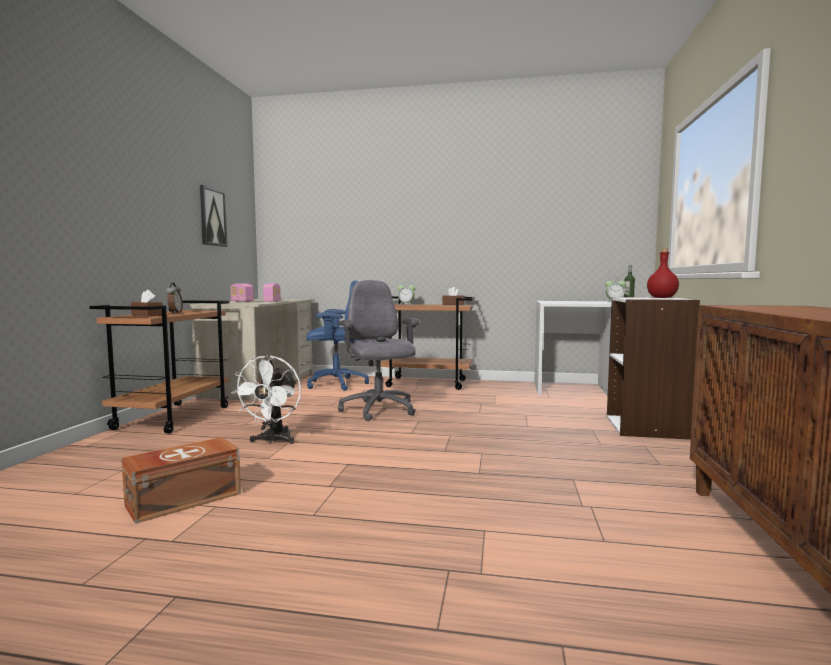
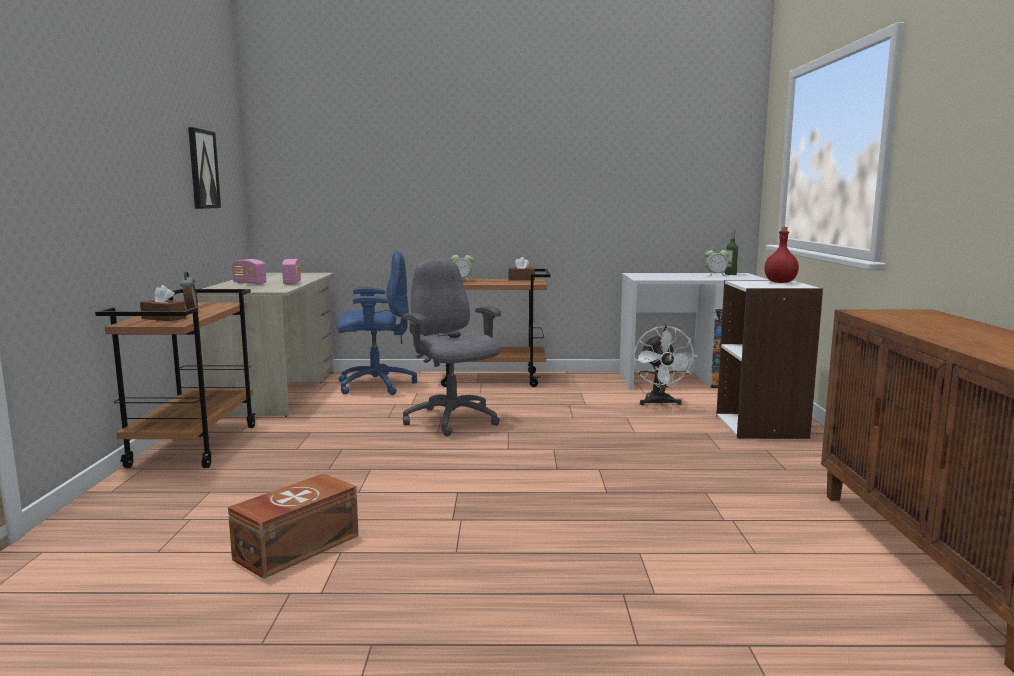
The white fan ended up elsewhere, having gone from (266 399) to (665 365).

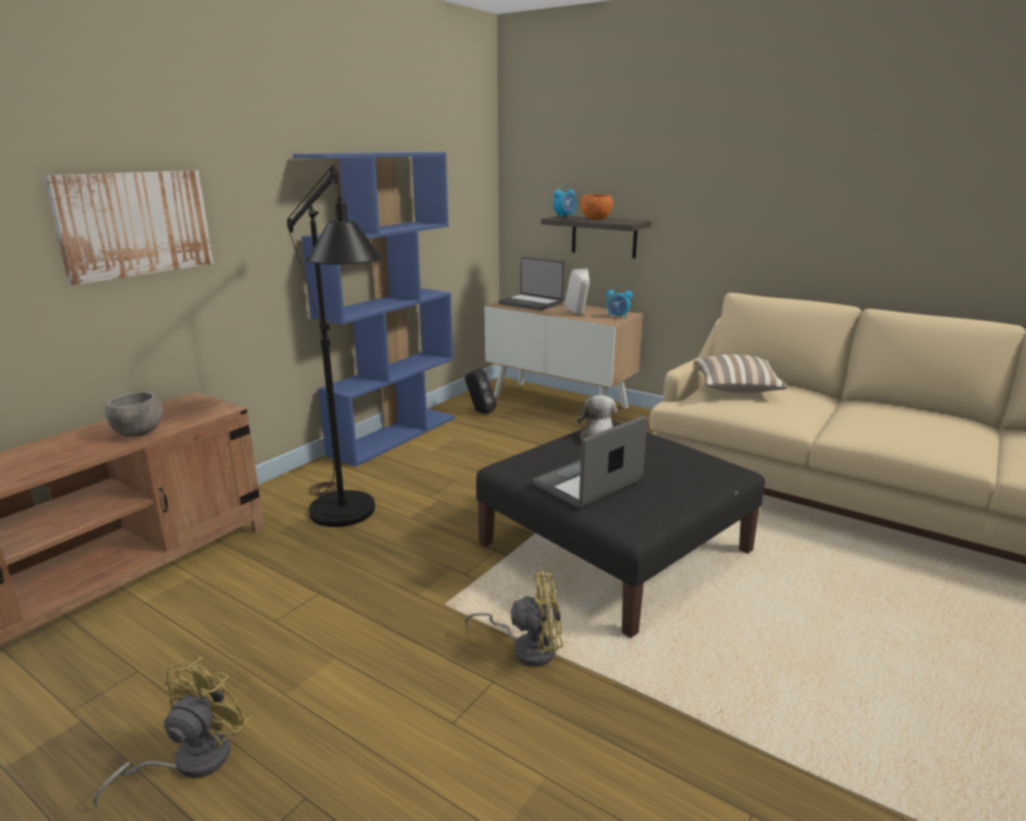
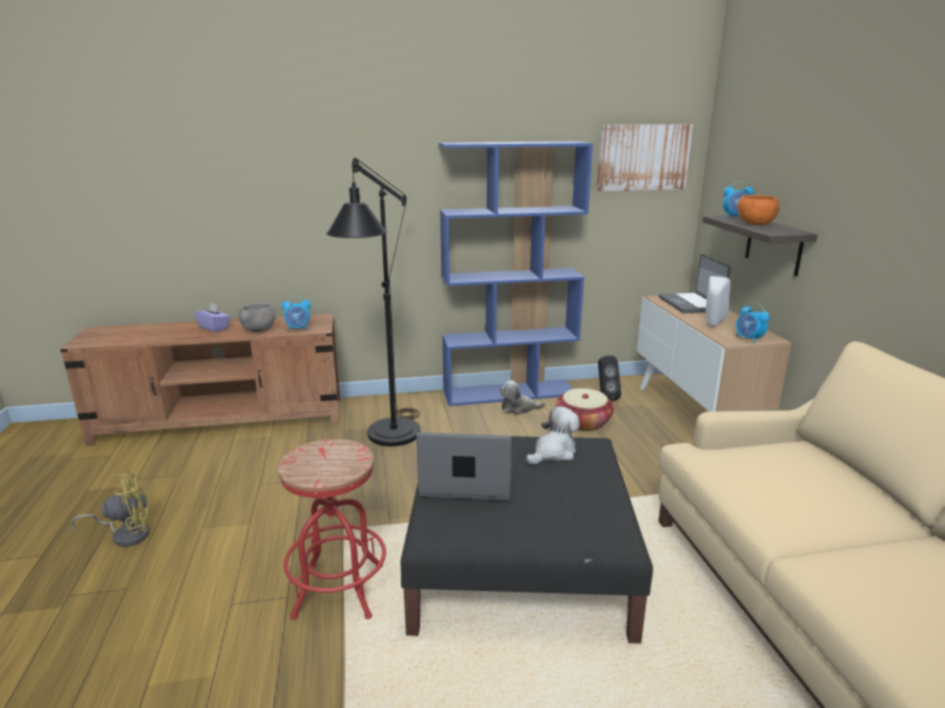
The second view gained the purple tissue box at (212 317). Where the yellow fan stood at (514 618), the red stool came to stand at (332 529). The second view gained the alarm clock at (296 313). The second view gained the plush toy at (522 397). The second view gained the basket at (585 409). The picture ended up elsewhere, having gone from (128 227) to (645 157). The second view lost the pillow at (741 373).

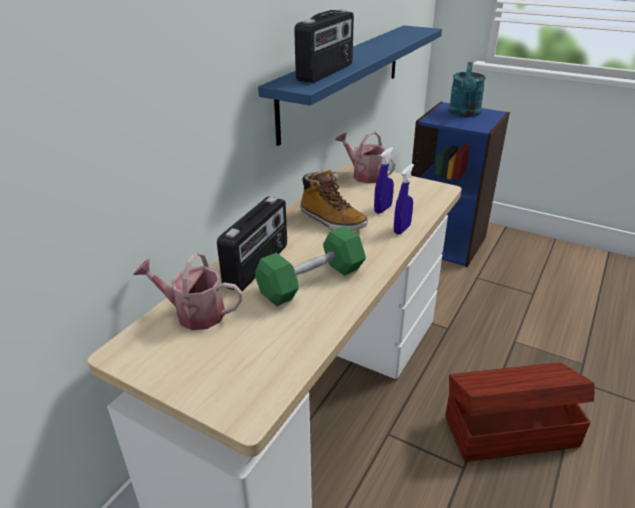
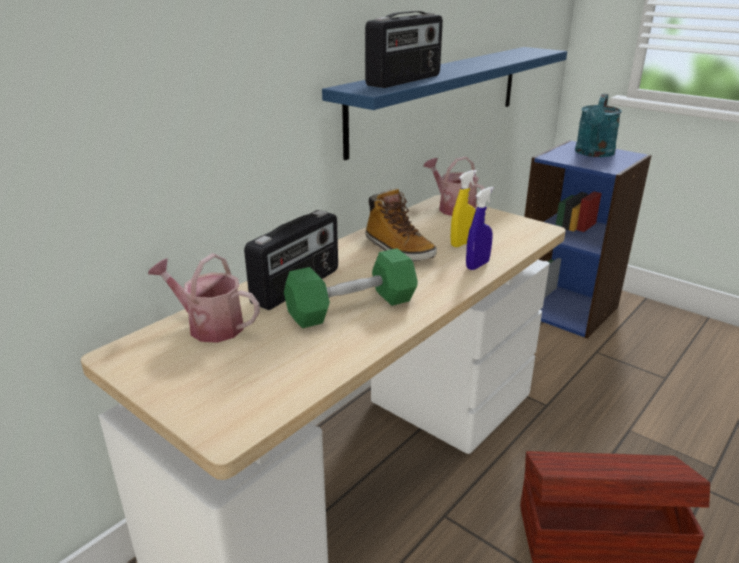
What was the blue spray bottle at (384 180) turned into the yellow spray bottle at (464 208).

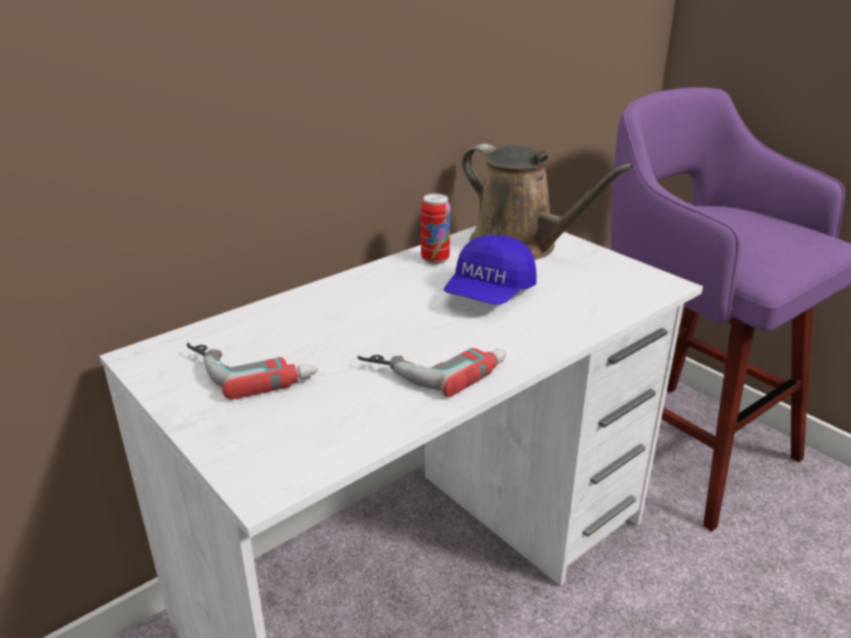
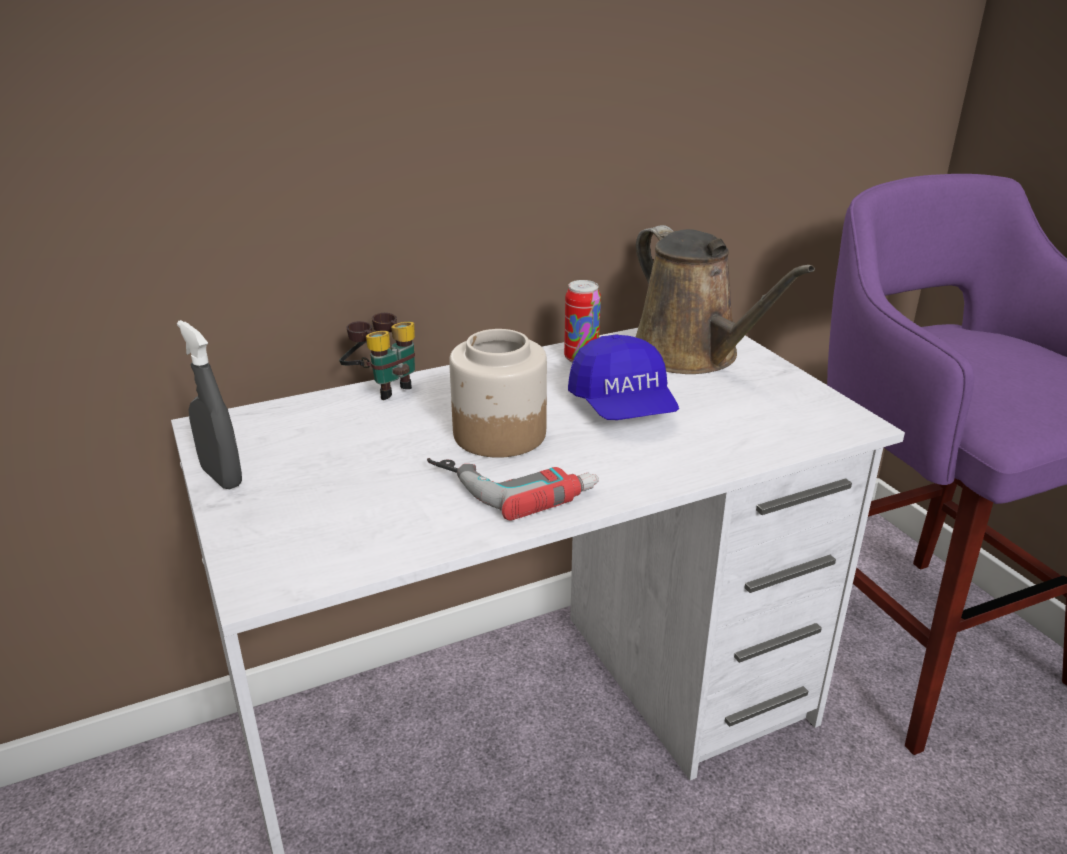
The second view gained the grey spray bottle at (209 404). The second view gained the binoculars at (377 356). The second view gained the jar at (498 393). The blue cap at (490 270) ended up facing another way, 60 degrees counterclockwise from before. The second view lost the power drill at (252 371).

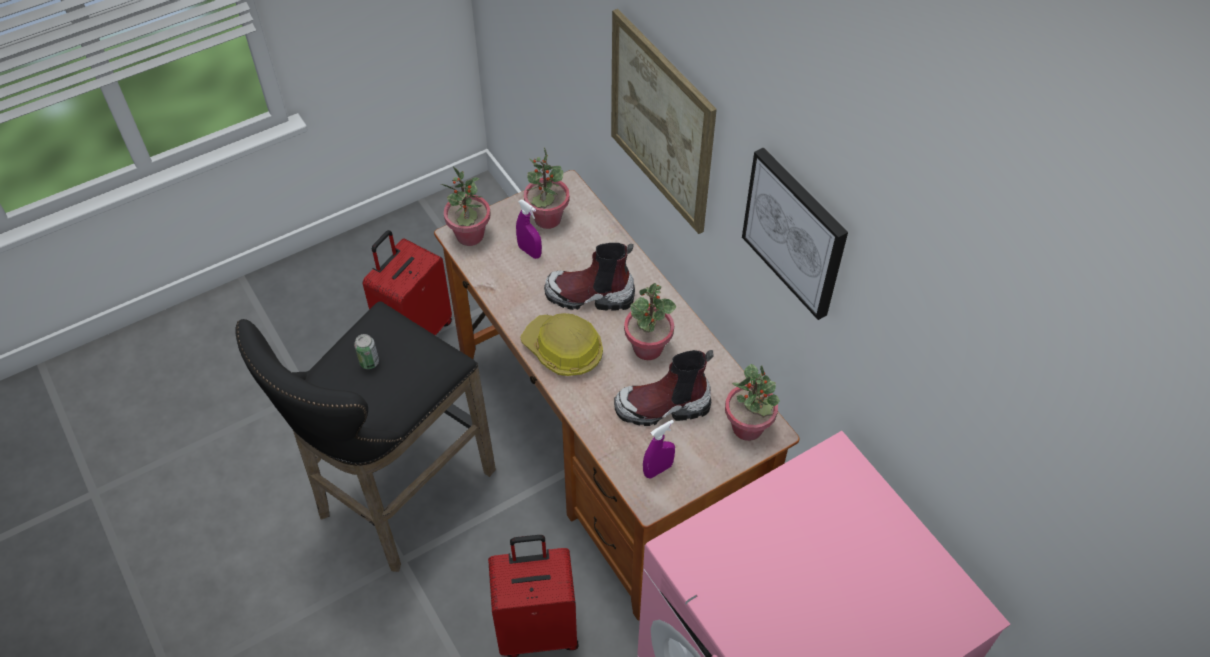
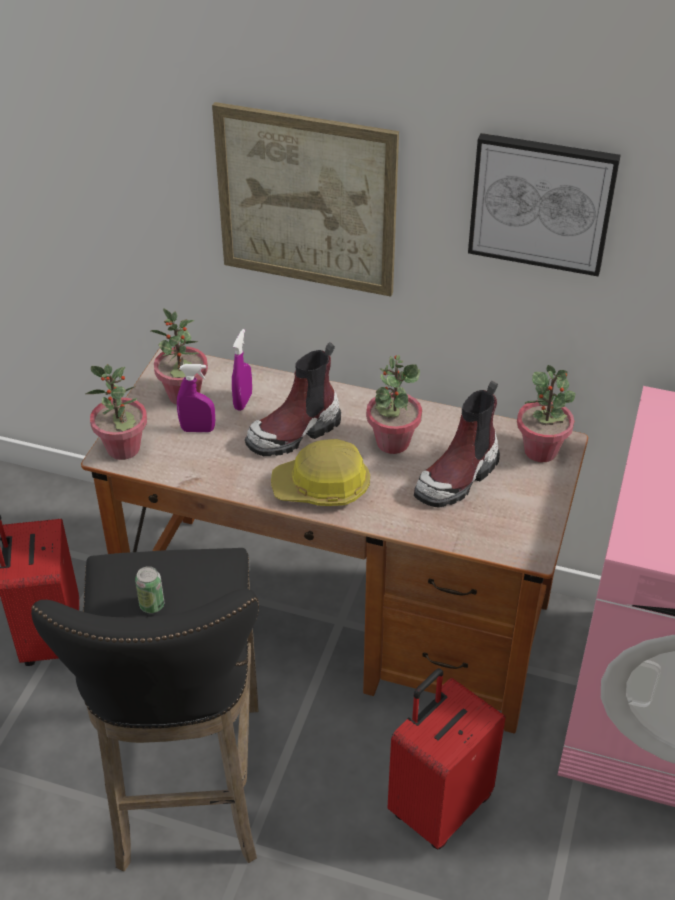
The purple spray bottle ended up elsewhere, having gone from (659 449) to (242 370).

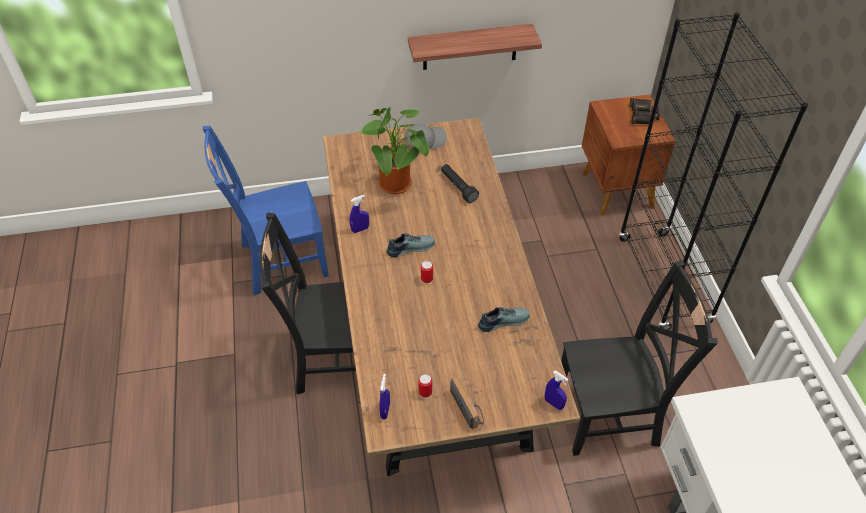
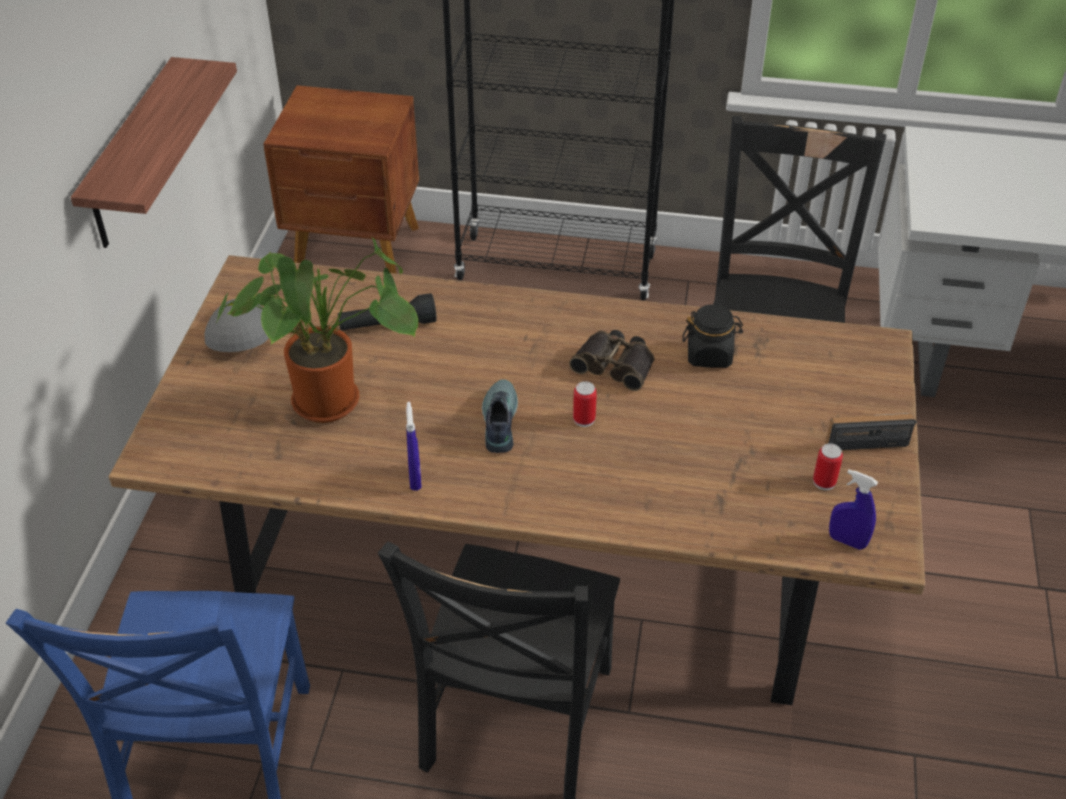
The binoculars ended up elsewhere, having gone from (644 111) to (611 360). Where the shoe stood at (504 319), the black jar came to stand at (713 336). The second view lost the blue spray bottle at (557 390).

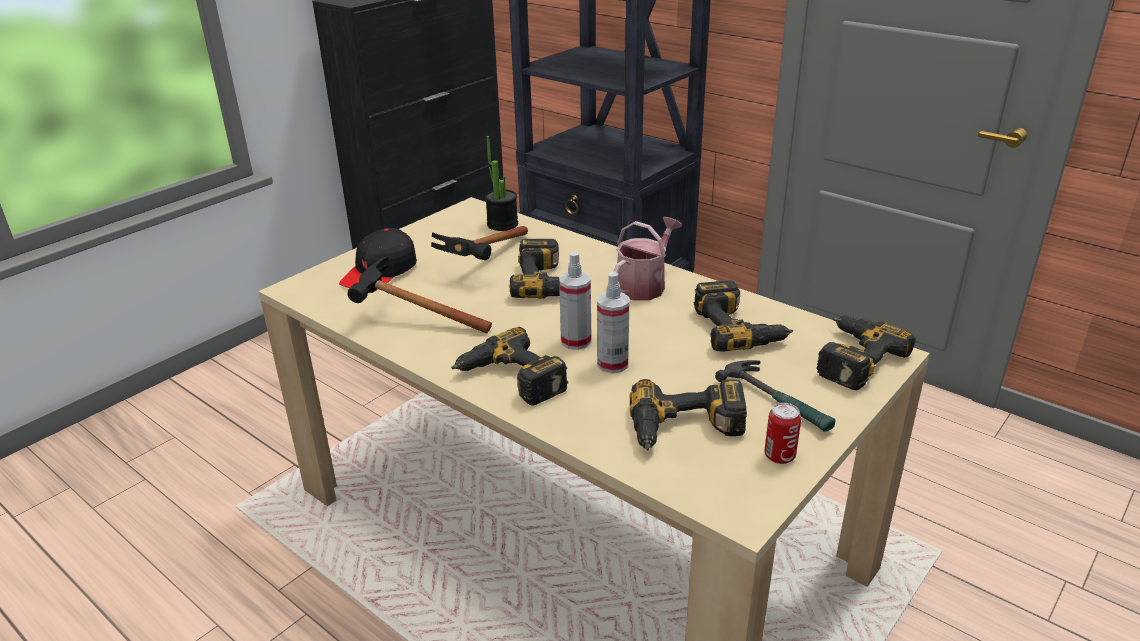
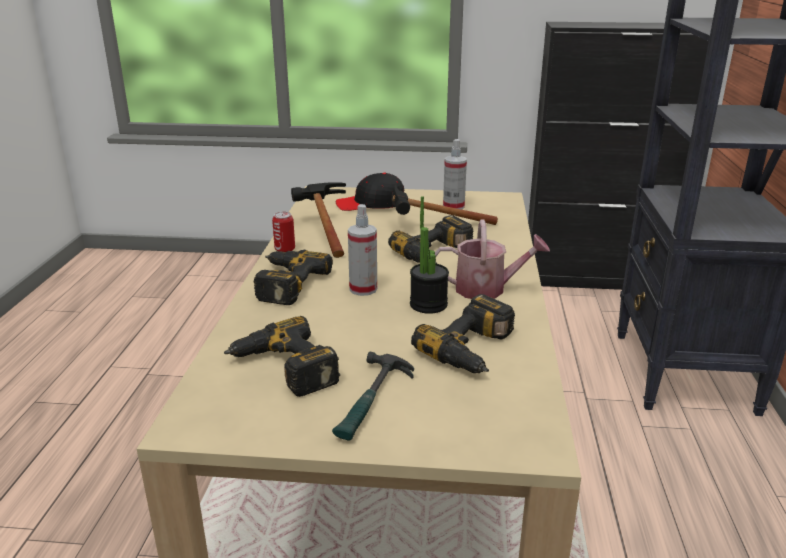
The can ended up elsewhere, having gone from (782 433) to (283 232). The potted plant ended up elsewhere, having gone from (501 183) to (429 255). The spray bottle ended up elsewhere, having gone from (613 322) to (455 174). The second view lost the power drill at (866 352).

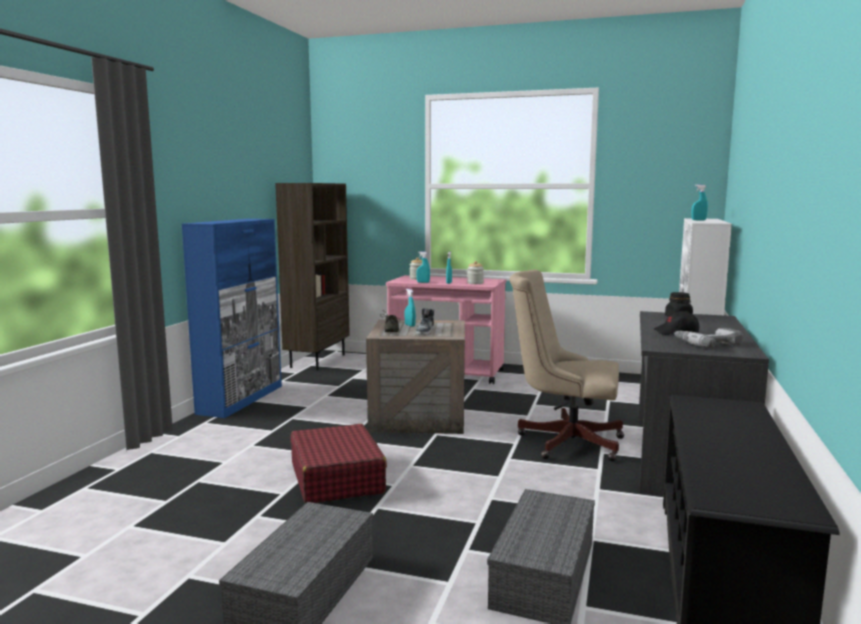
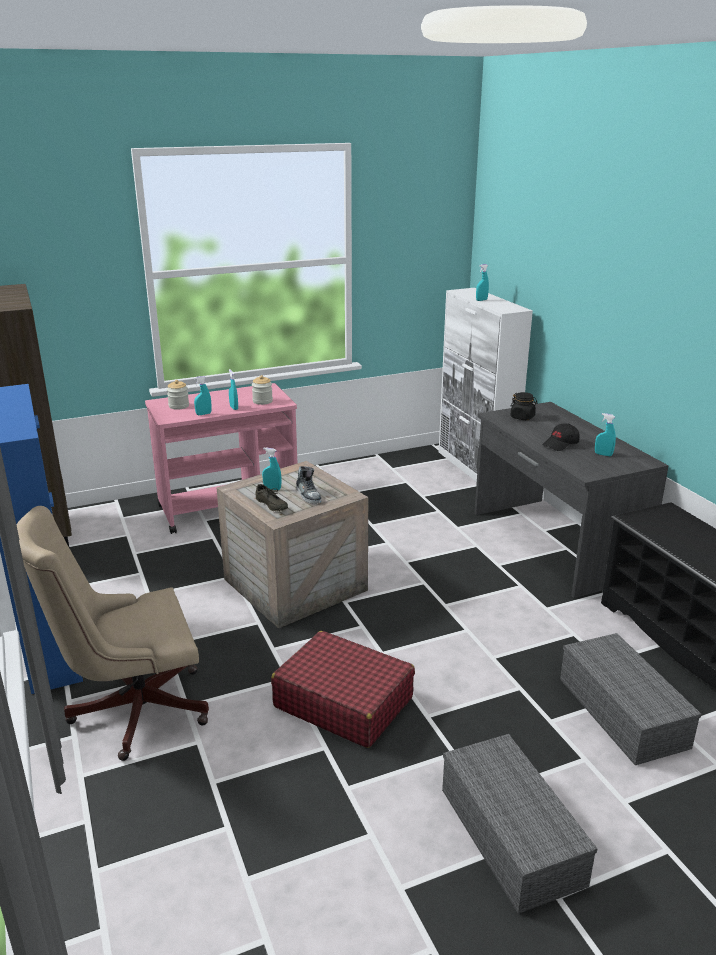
The beige office chair ended up elsewhere, having gone from (567 365) to (112 633). Where the power drill stood at (708 338), the turquoise spray bottle came to stand at (605 434).

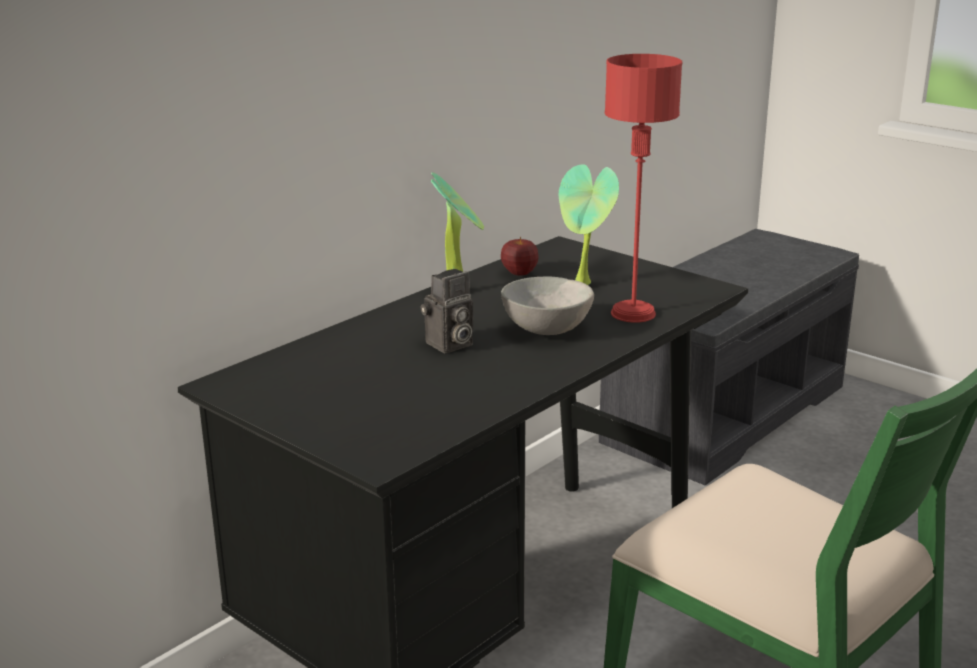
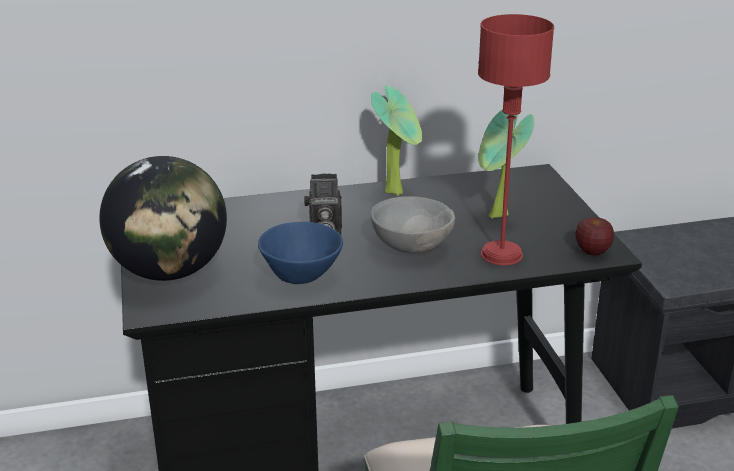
The second view gained the globe at (163 218). The second view gained the blue bowl at (300 253). The apple ended up elsewhere, having gone from (520 256) to (594 236).

